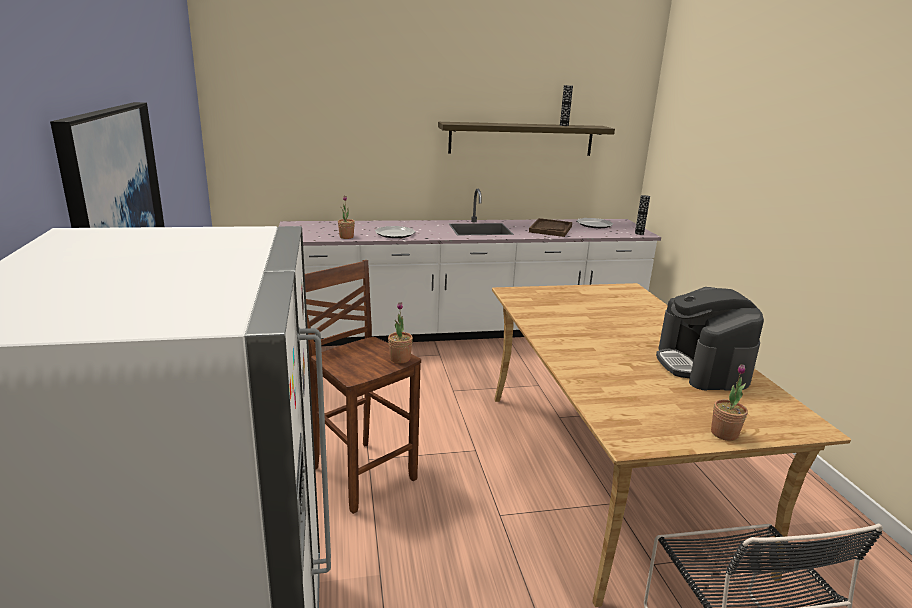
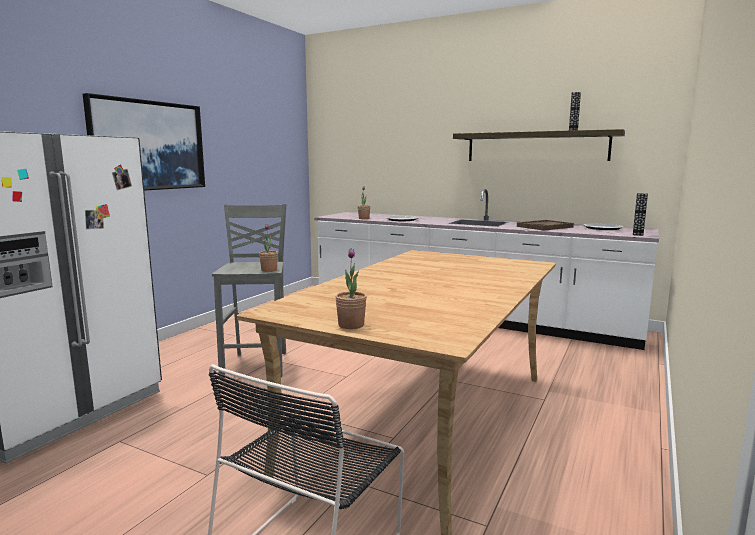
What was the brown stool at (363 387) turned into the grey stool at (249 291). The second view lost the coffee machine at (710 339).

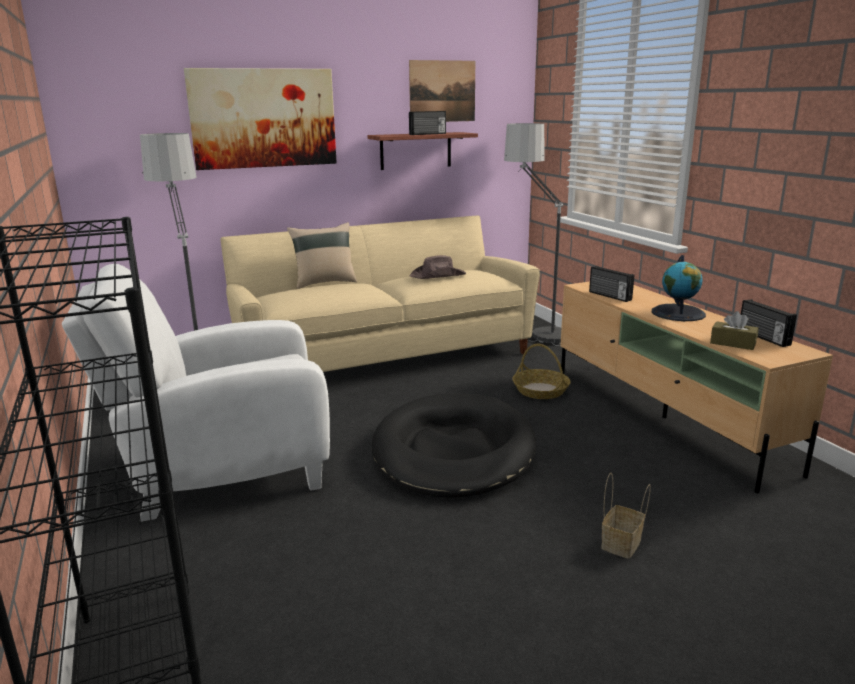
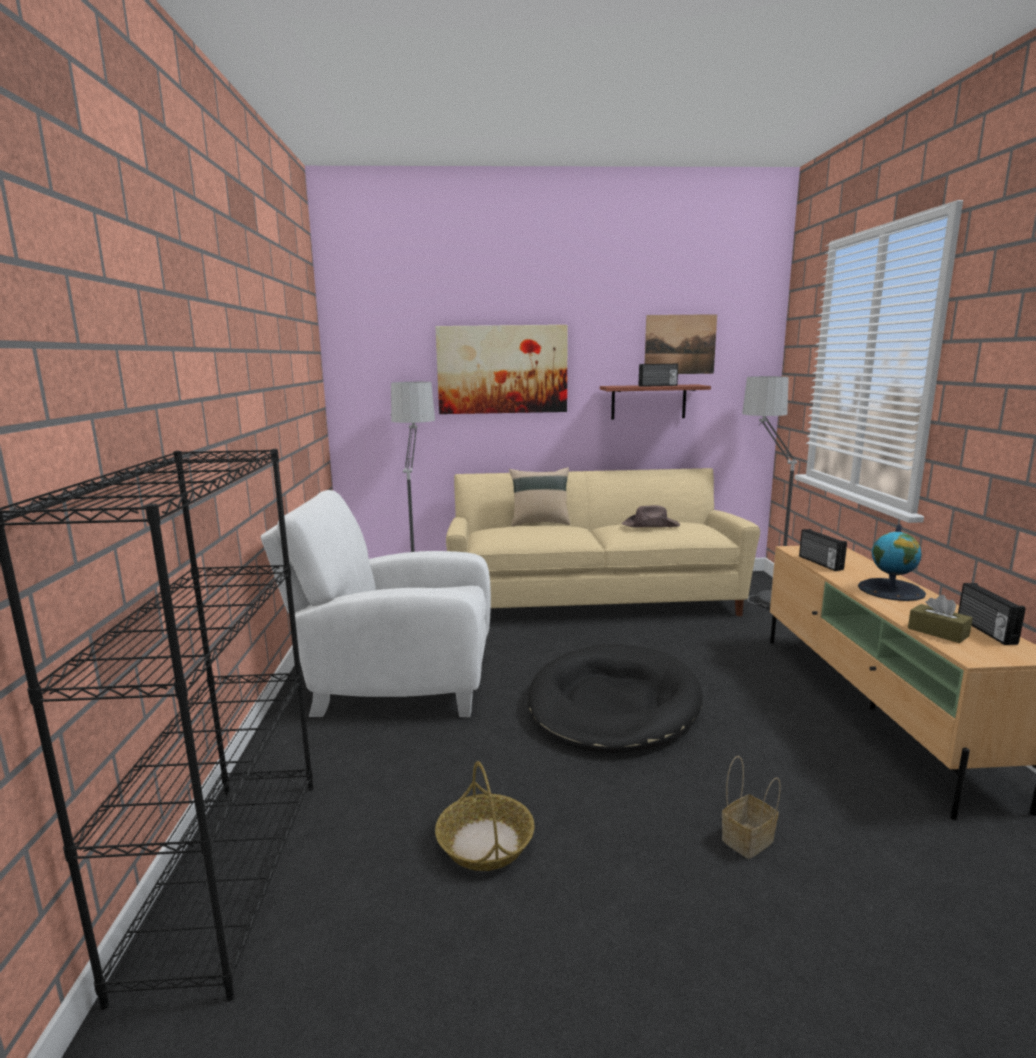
The basket ended up elsewhere, having gone from (541 371) to (485 816).

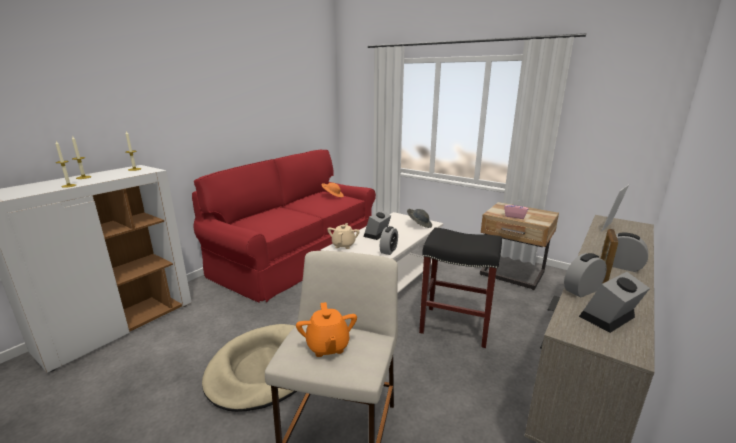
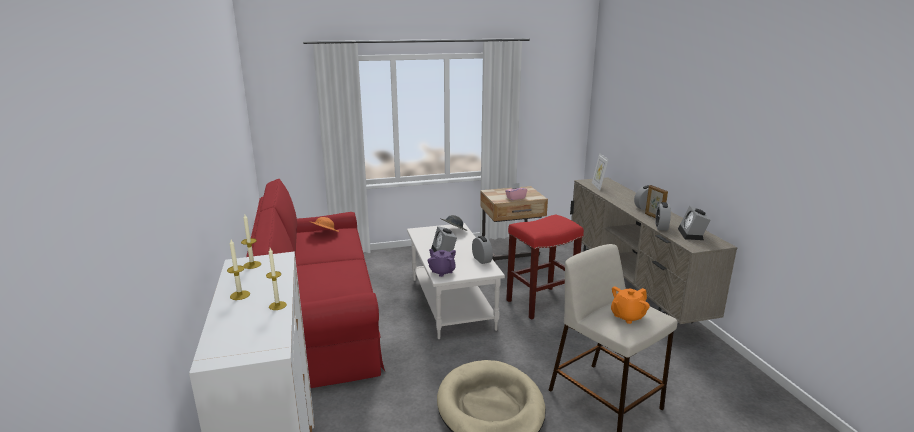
What was the beige teapot at (343 236) turned into the purple teapot at (442 263). What was the black stool at (460 288) turned into the red stool at (545 267). The orange teapot at (326 329) ended up facing another way, 120 degrees clockwise from before.

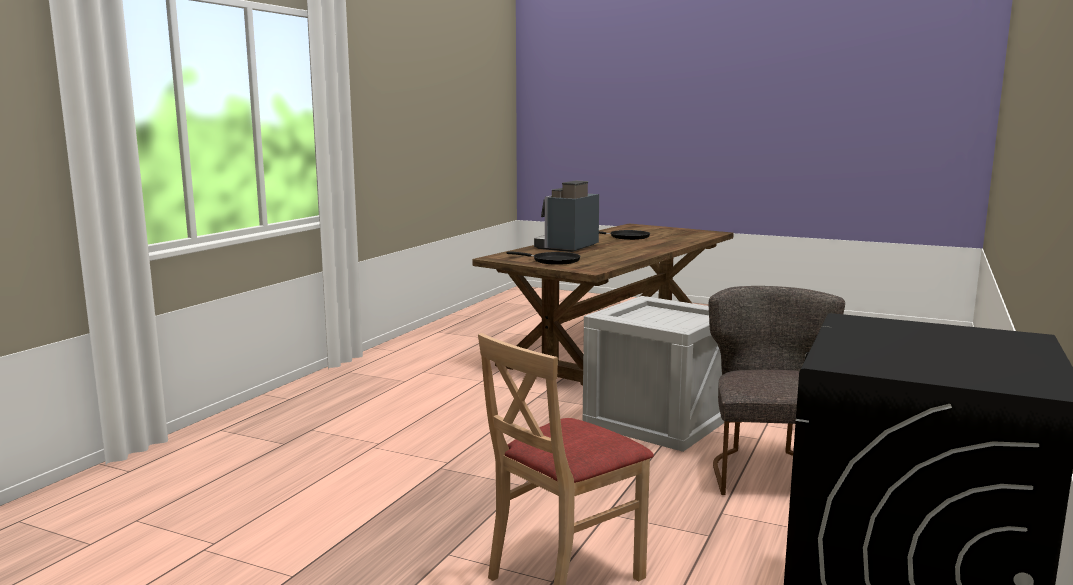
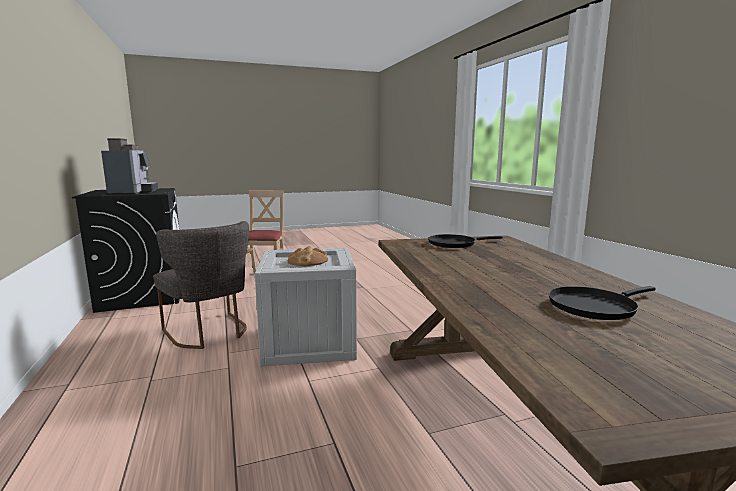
The coffee machine ended up elsewhere, having gone from (566 216) to (129 166). The second view gained the bread at (308 256).

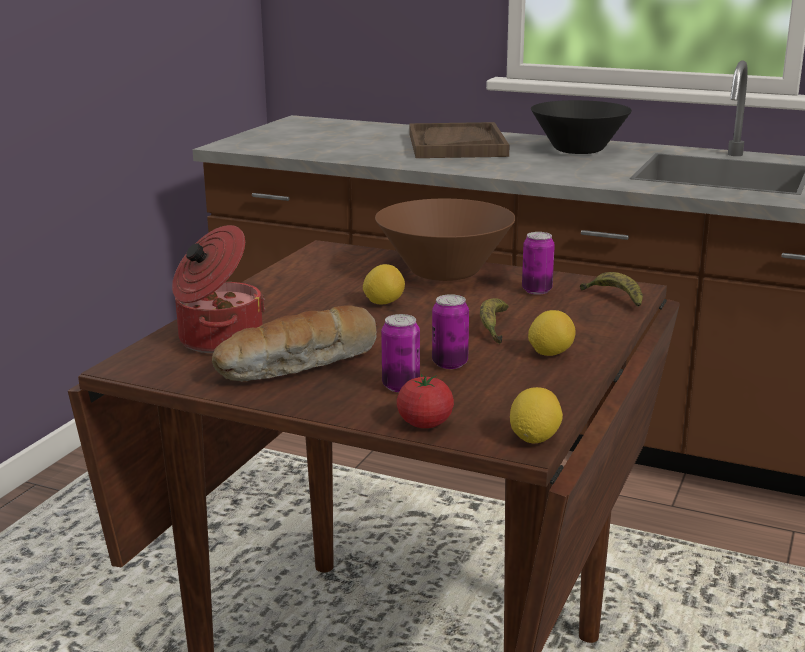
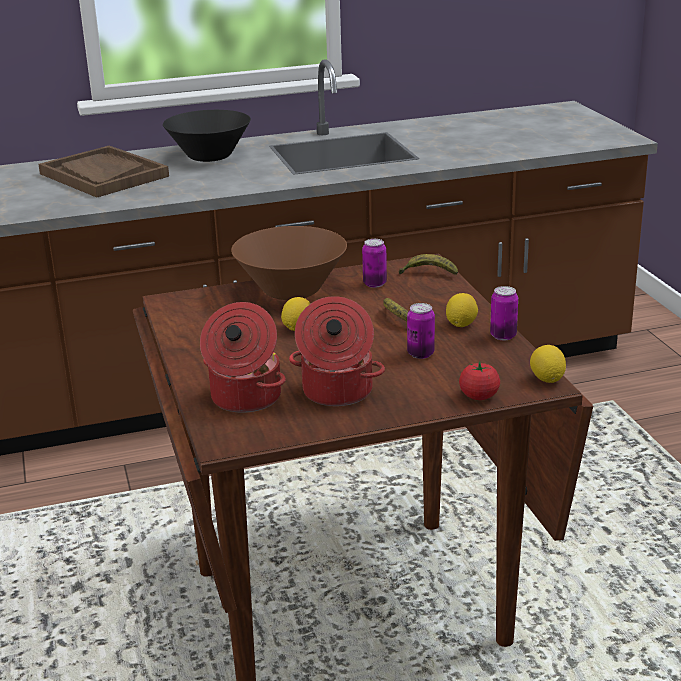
Where the bread stood at (294 343), the cooking pot came to stand at (337 351). The can ended up elsewhere, having gone from (400 353) to (504 313).

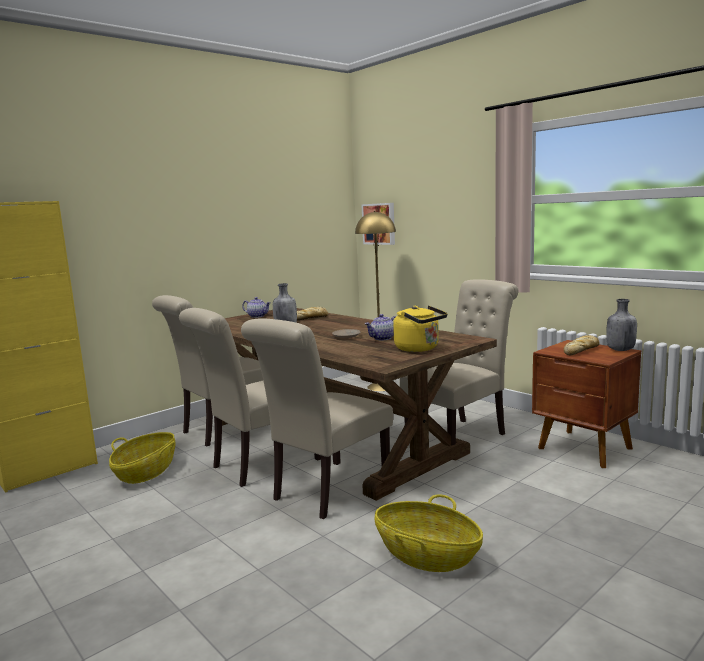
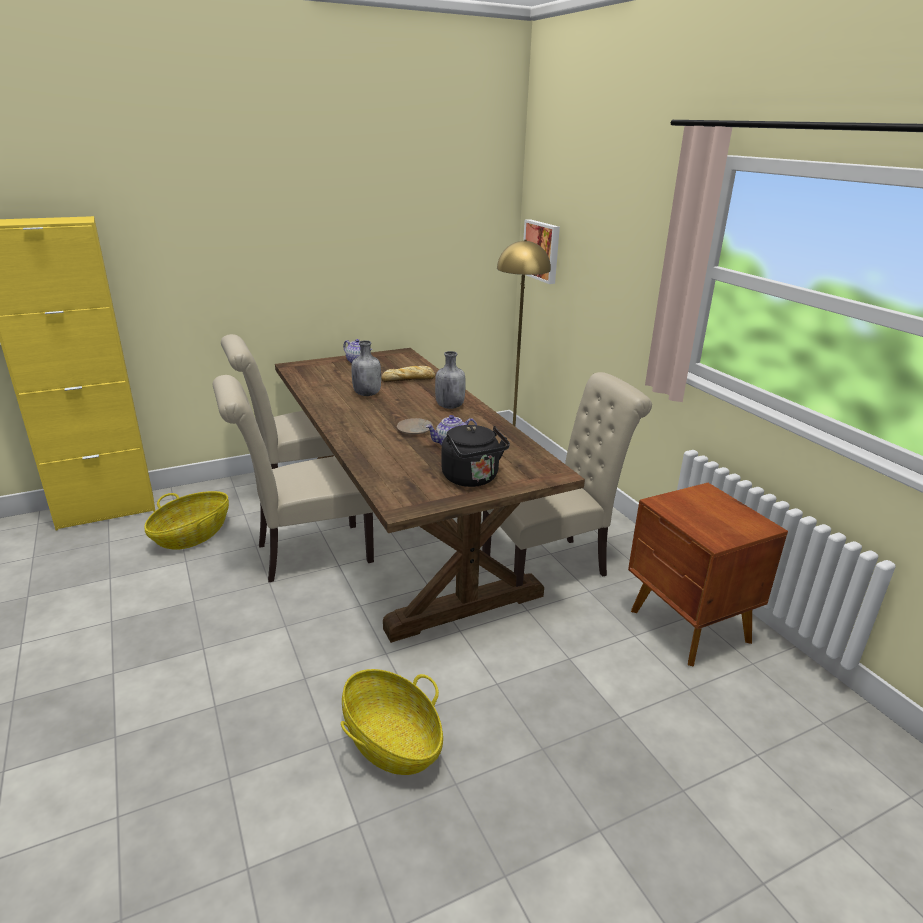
The grey bottle ended up elsewhere, having gone from (621 325) to (450 380). What was the yellow kettle at (420 329) turned into the black kettle at (475 456). The second view lost the beige chair at (317 418). The second view lost the bread at (582 345).

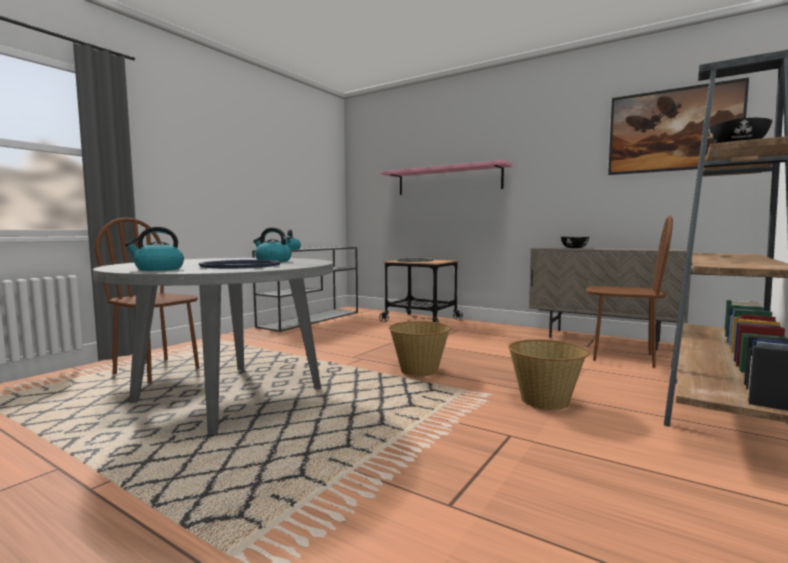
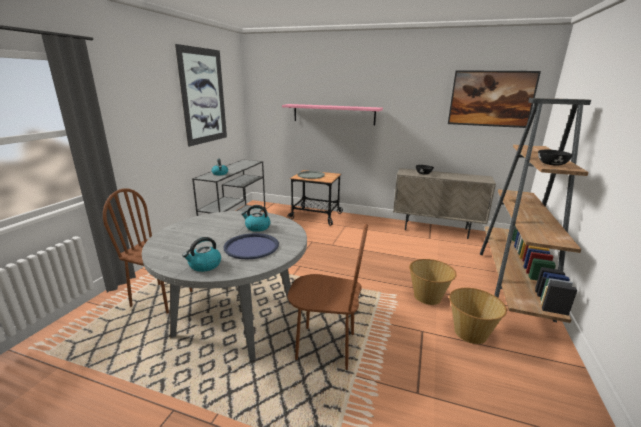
The second view gained the picture at (201 95). The brown chair ended up elsewhere, having gone from (629 292) to (327 297). The basket ended up elsewhere, having gone from (420 349) to (478 316).

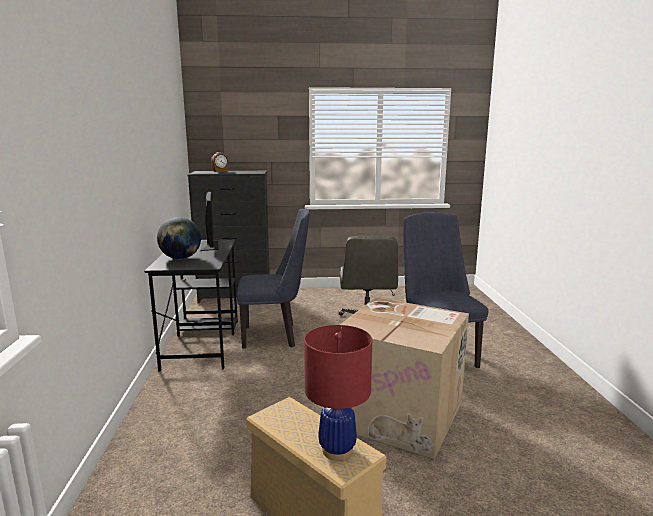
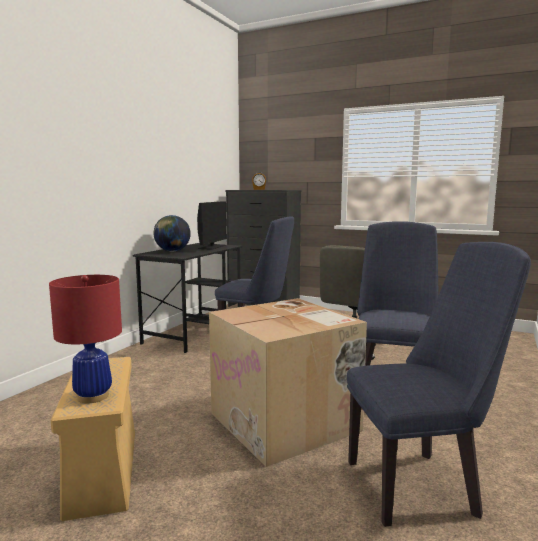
The second view gained the blue chair at (439 384).

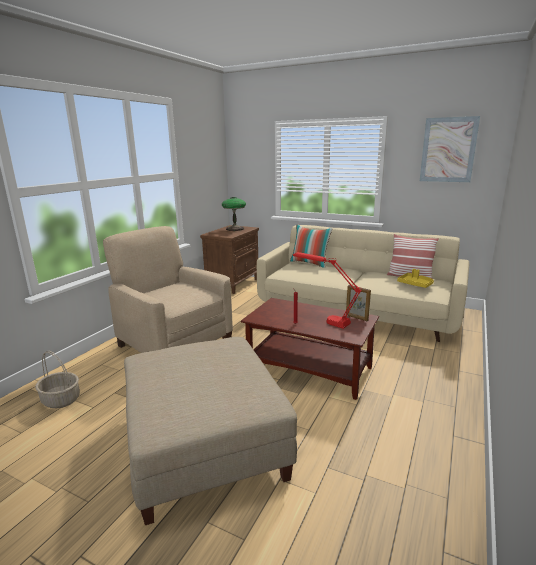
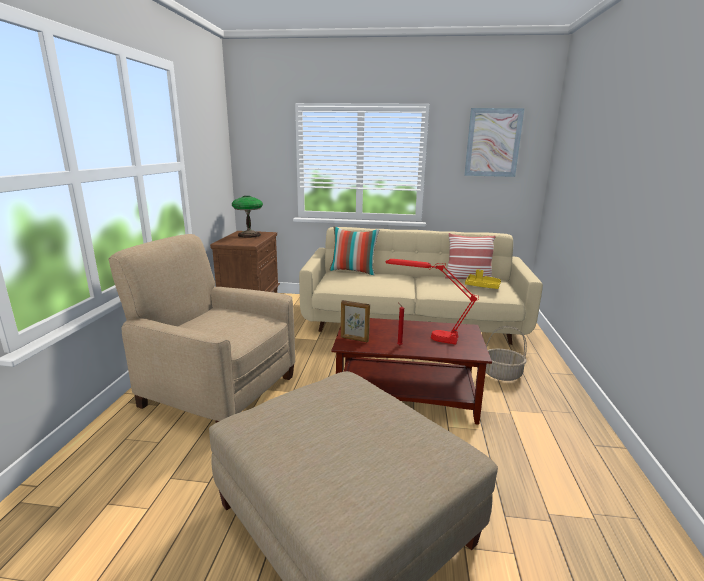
The picture frame ended up elsewhere, having gone from (358 303) to (355 321). The basket ended up elsewhere, having gone from (57 379) to (506 353).

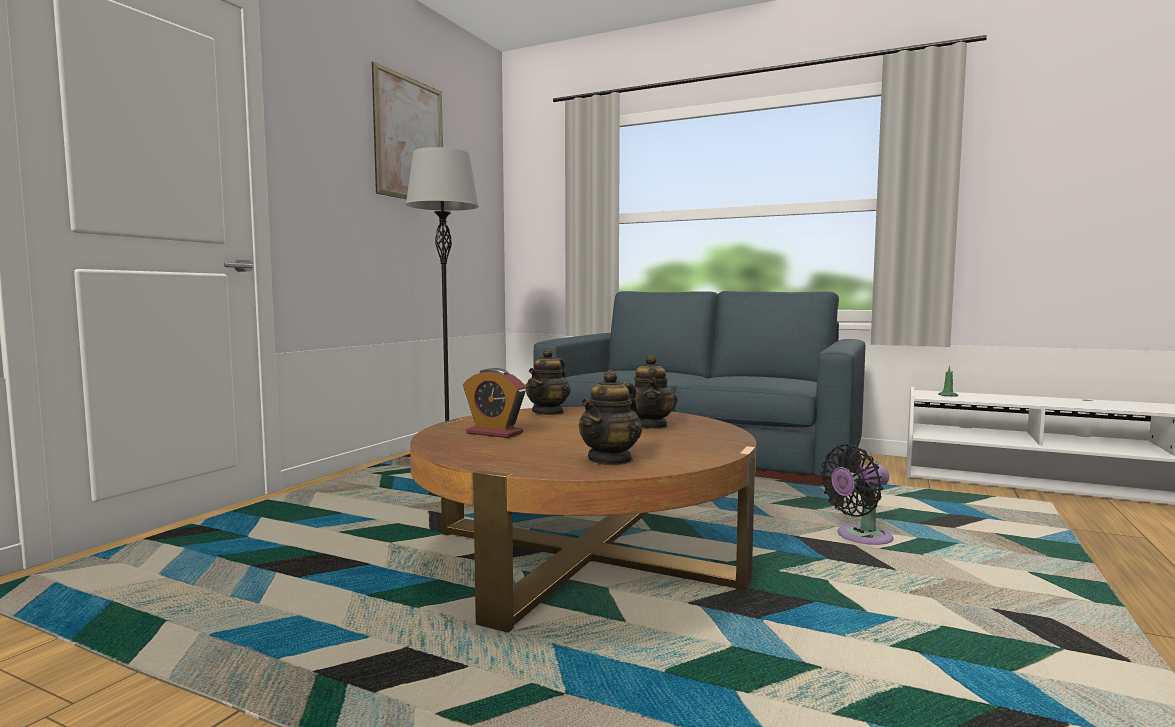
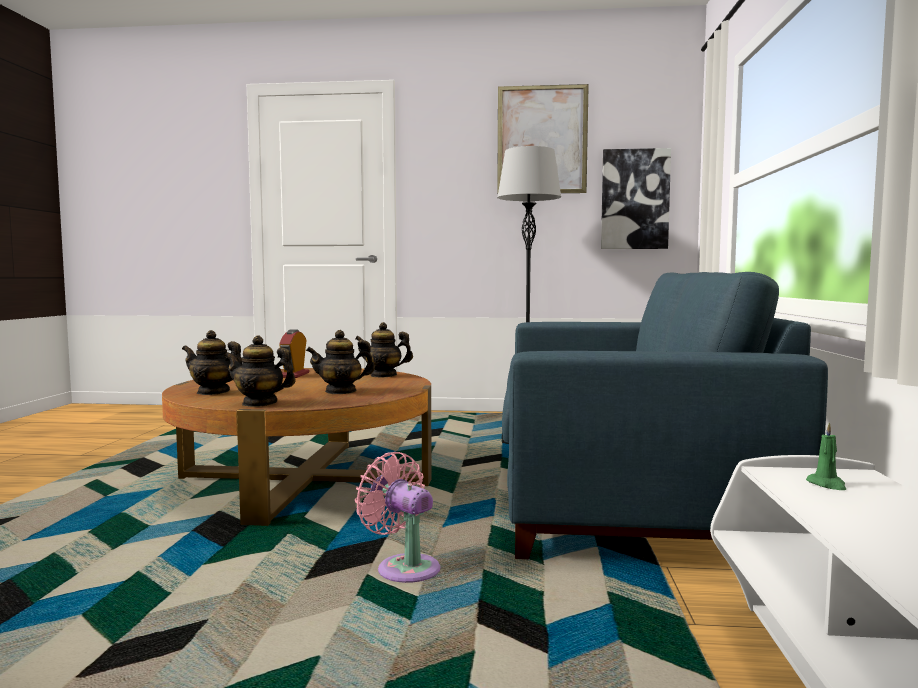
The second view gained the teapot at (260 371). What was the black fan at (857 494) turned into the pink fan at (398 517). The second view gained the picture at (636 198).

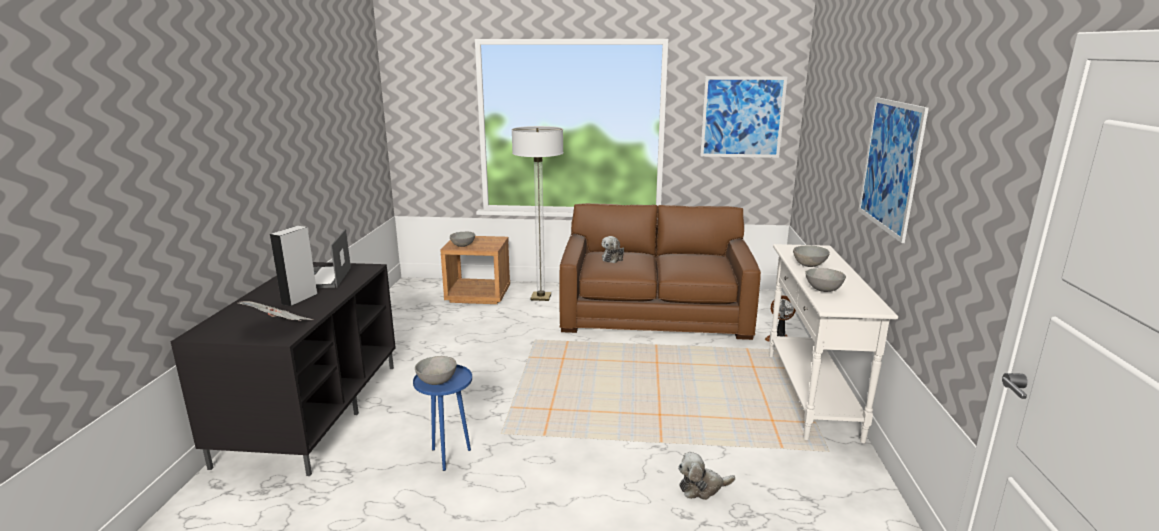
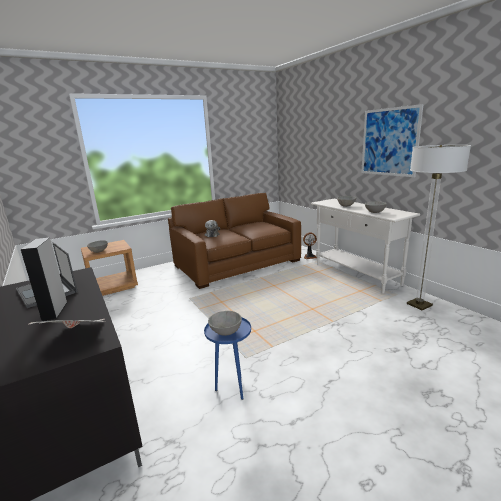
The floor lamp ended up elsewhere, having gone from (537 213) to (439 227). The second view lost the plush toy at (706 476). The second view lost the picture at (743 117).

